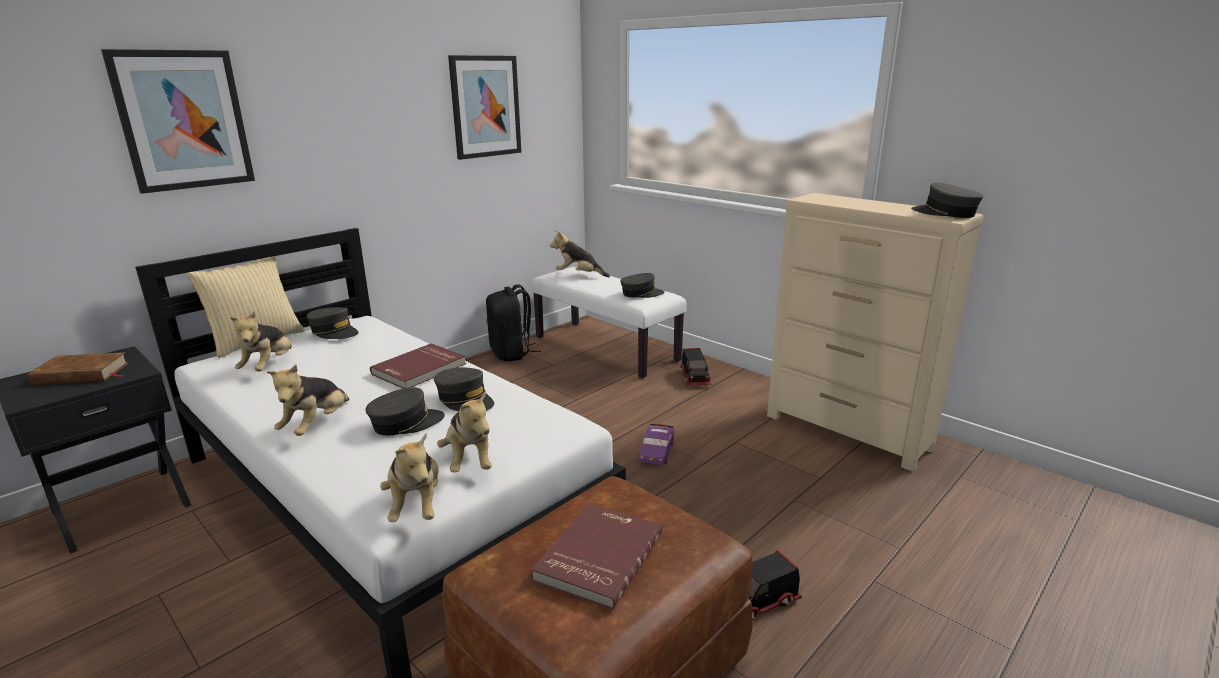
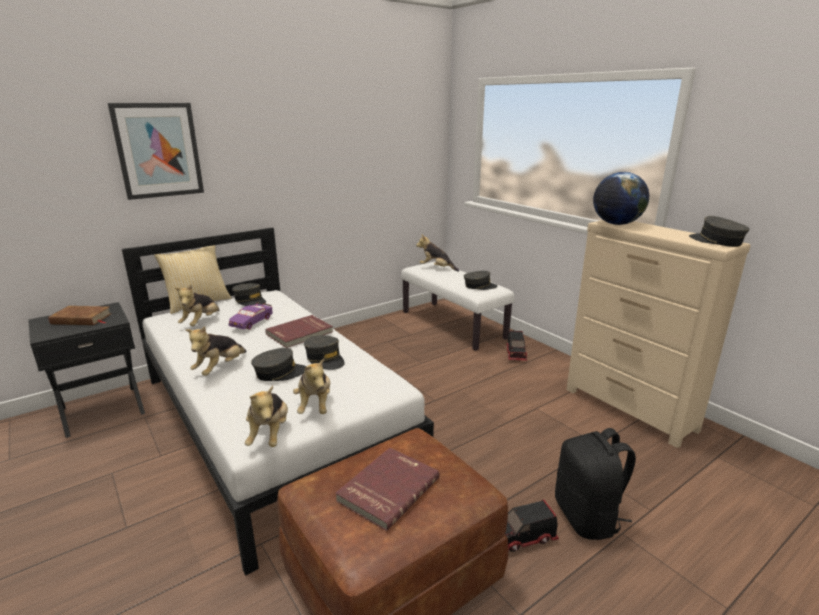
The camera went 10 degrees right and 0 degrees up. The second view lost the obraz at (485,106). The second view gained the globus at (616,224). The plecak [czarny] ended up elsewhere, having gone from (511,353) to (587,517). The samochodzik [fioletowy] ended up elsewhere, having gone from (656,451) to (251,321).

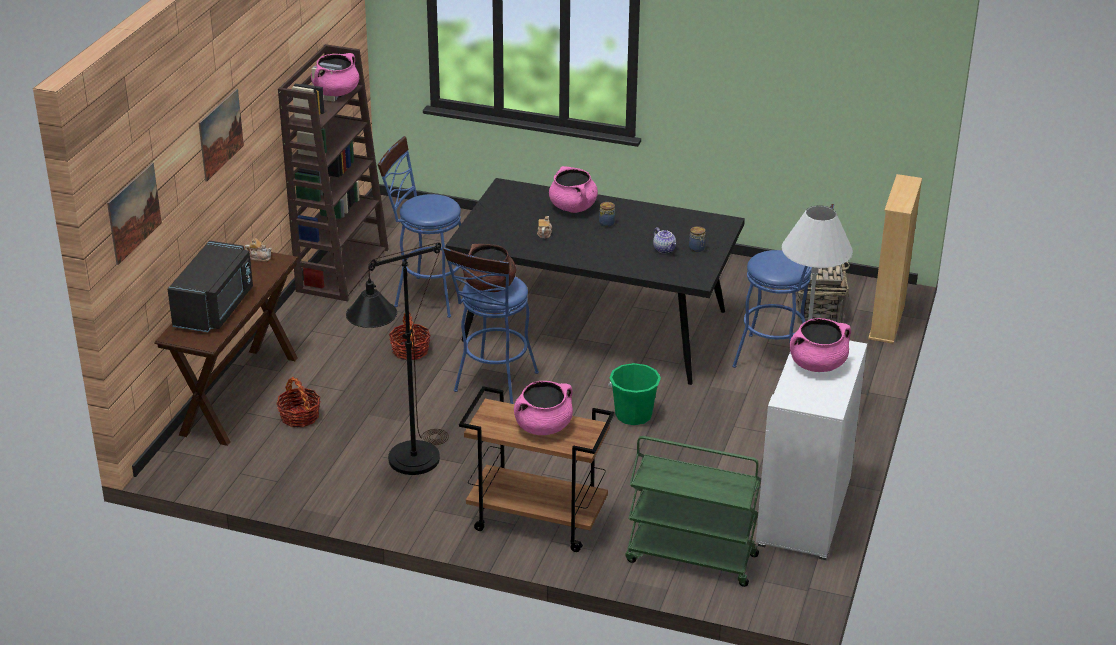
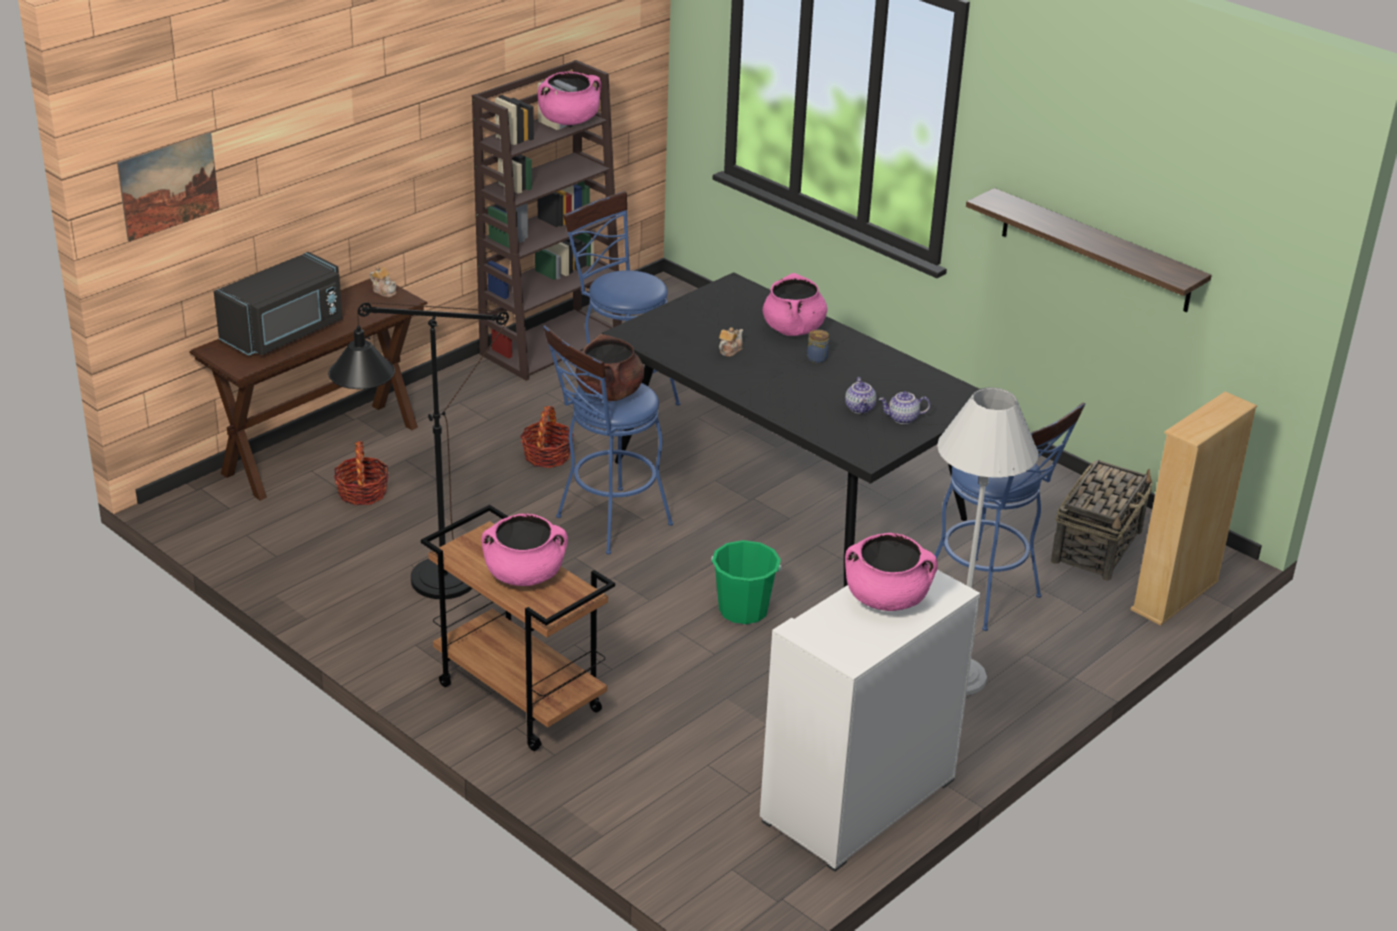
The camera went 25 degrees right and 0 degrees up. The second view lost the obraz at (220,134). The second view lost the wózek [zielony] at (690,558). The second view gained the półka at (1095,251). Where the słoik stood at (697,249), the imbryk came to stand at (902,419).

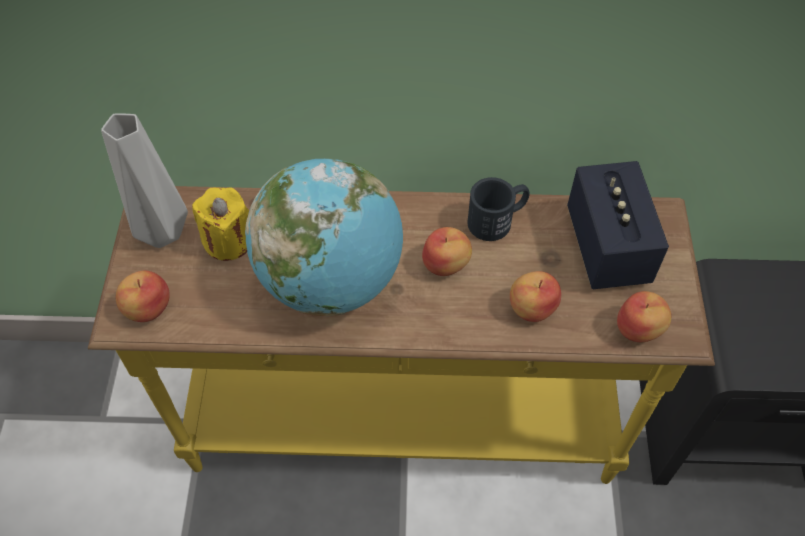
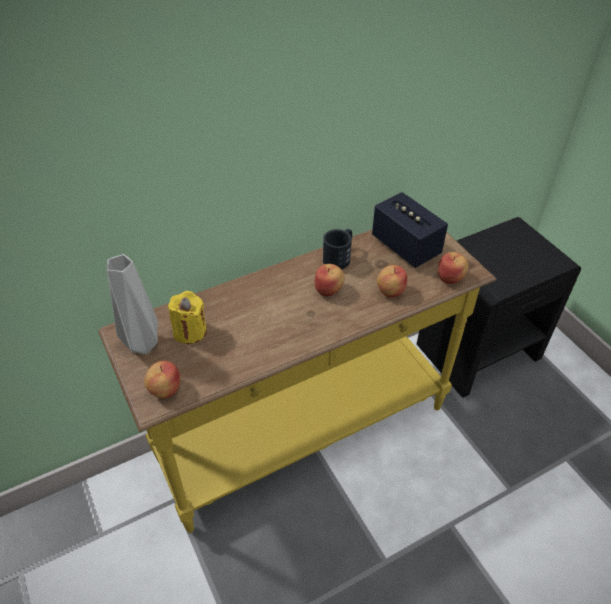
The camera went 30 degrees left and 10 degrees down. The second view lost the globus at (331,280).

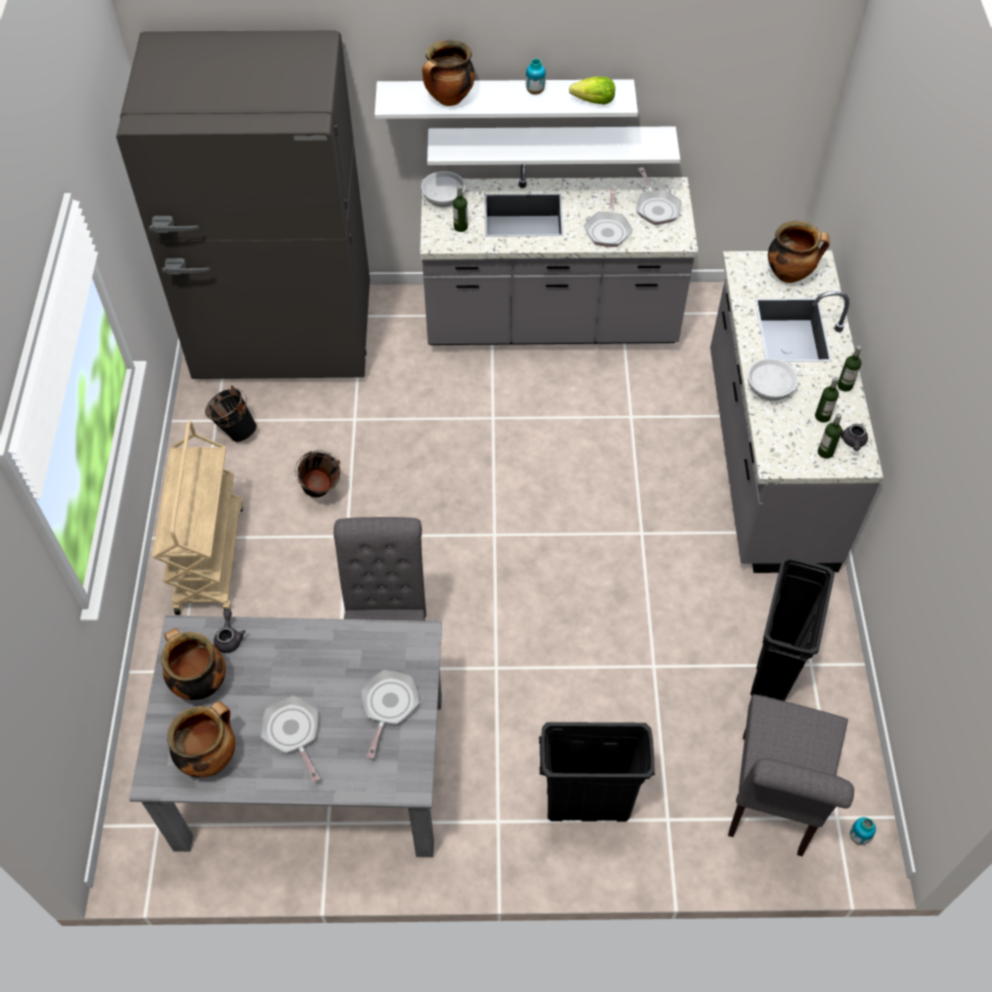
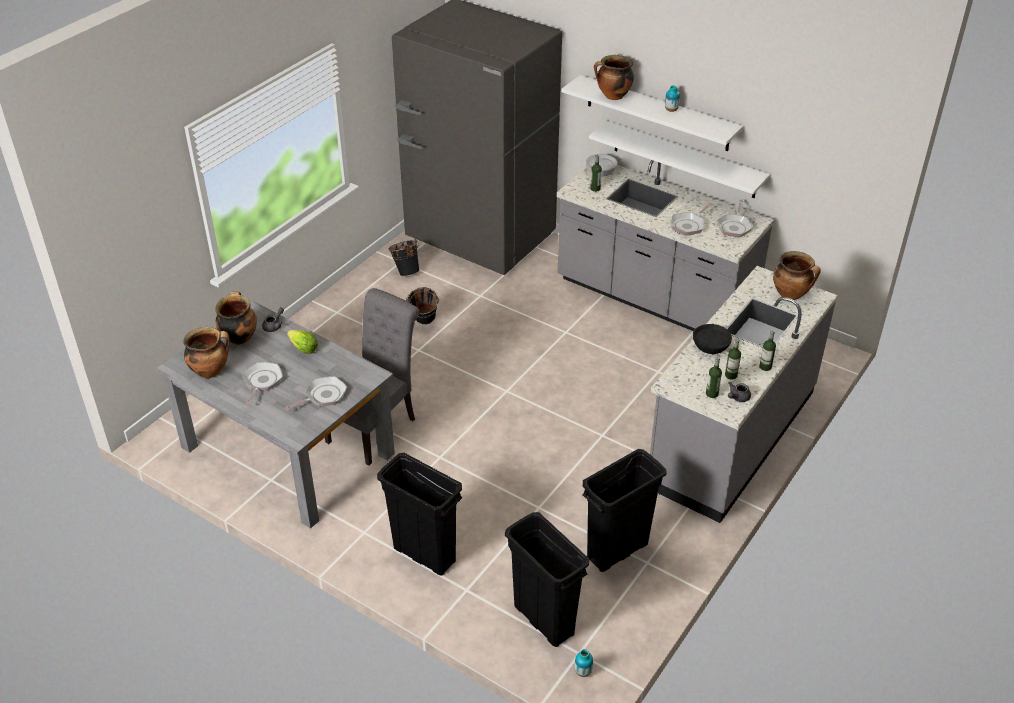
The camera went 35 degrees right and 15 degrees down. The second view lost the wózek [beżowy] at (209,557). The sałata ended up elsewhere, having gone from (594,102) to (303,349). Where the krzesło [szary] stood at (772,802), the kosz na śmieci [czarny] came to stand at (543,620). What was the miska [biały] at (770,386) turned into the miska [czarny] at (711,345).

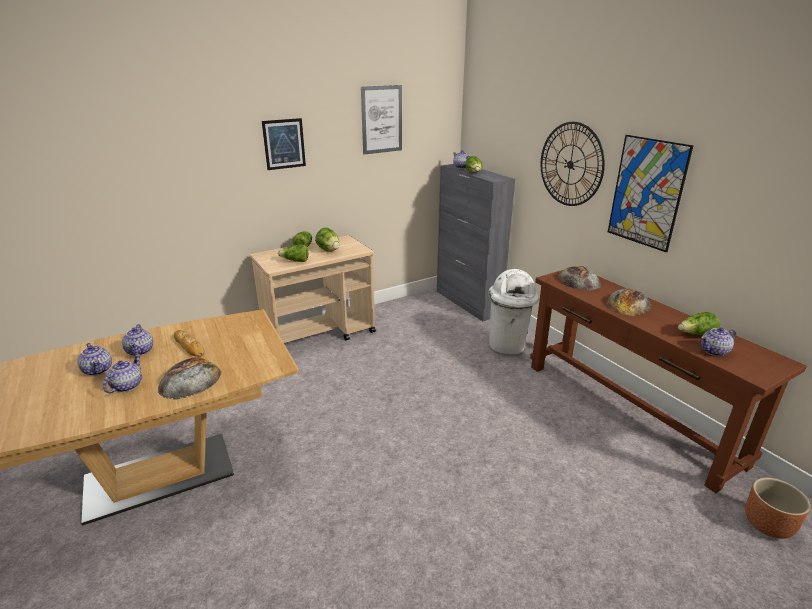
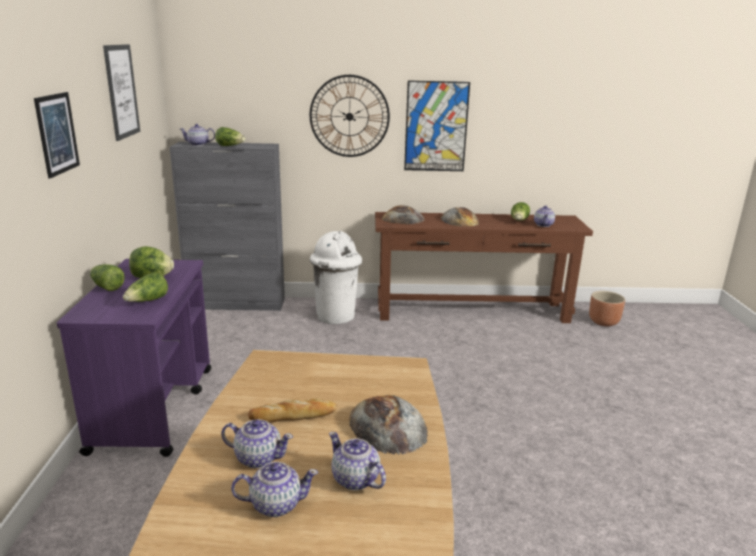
The camera went 60 degrees left and 5 degrees down. What was the wózek [beżowy] at (320,334) turned into the wózek [fioletowy] at (154,407).

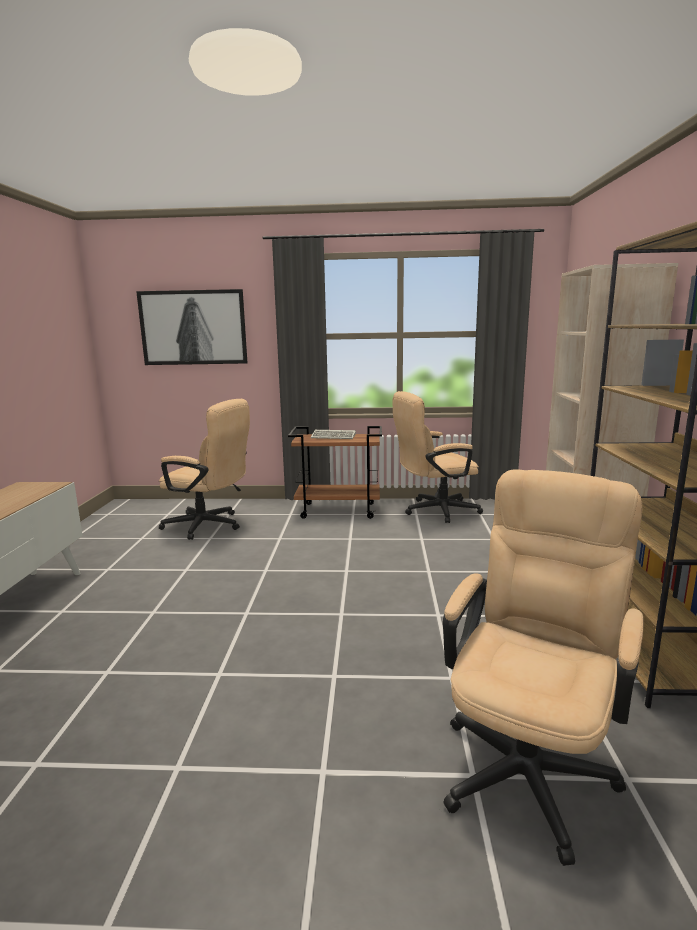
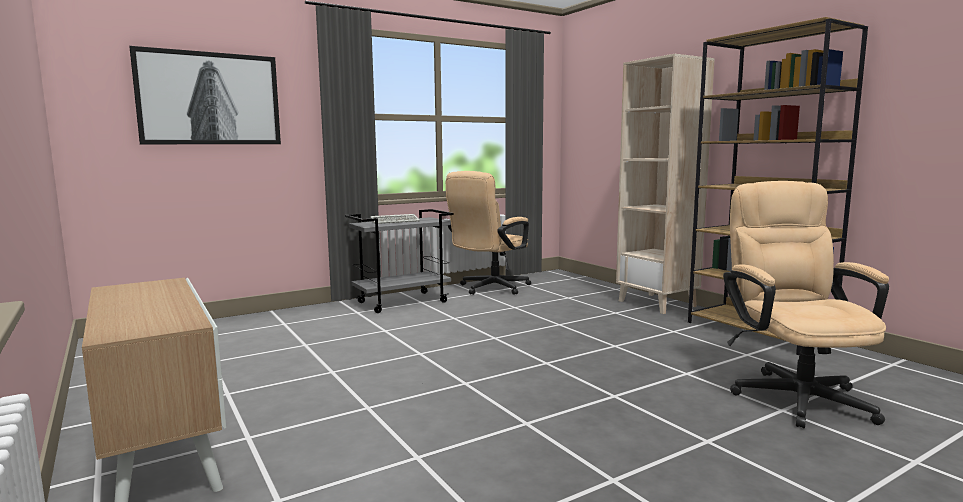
The camera went 35 degrees left and 5 degrees down. The second view lost the krzesło biurowe [beżowy] at (209,526). What was the wózek [brązowy] at (339,510) turned into the wózek [szary] at (403,302).

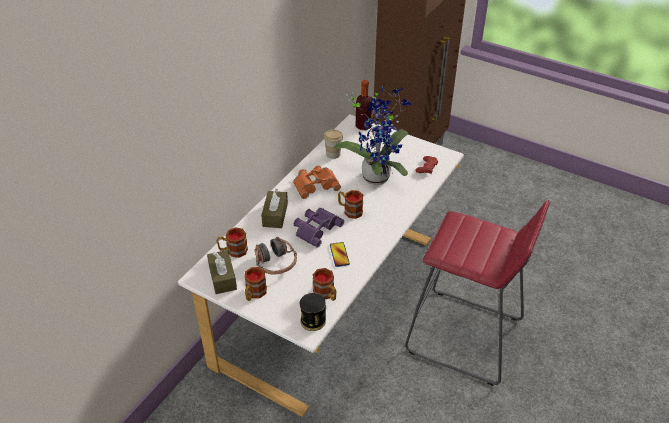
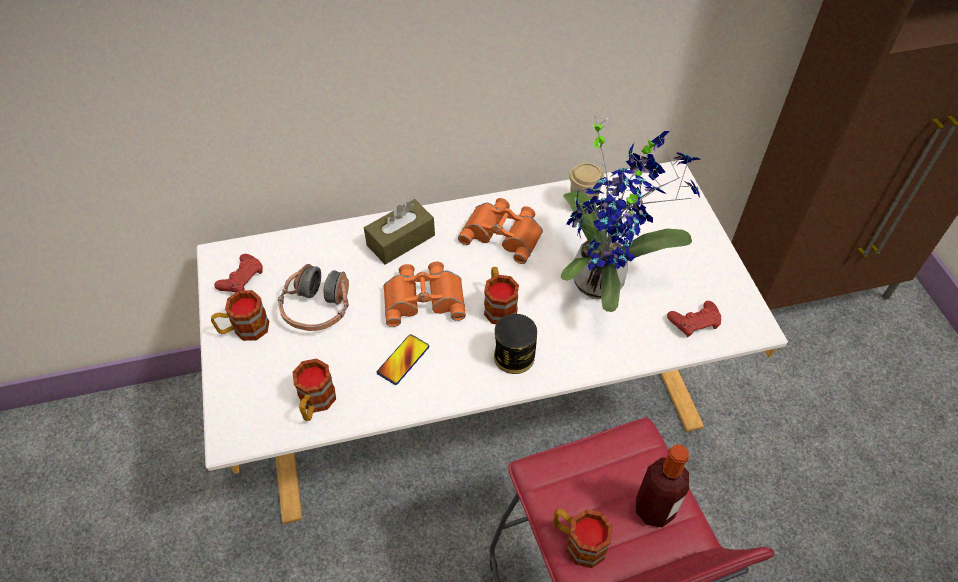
The camera went 45 degrees right and 10 degrees up. The kubek ended up elsewhere, having gone from (233,251) to (578,542). The puszka ended up elsewhere, having gone from (313,321) to (514,356). The butelka ended up elsewhere, having gone from (363,126) to (654,509). Where the pudełko chusteczek [brązowy] stood at (222,277), the pad do gier [czerwony] came to stand at (241,278). What was the lornetka [fioletowy] at (316,228) turned into the lornetka [pomarańczowy] at (424,297).

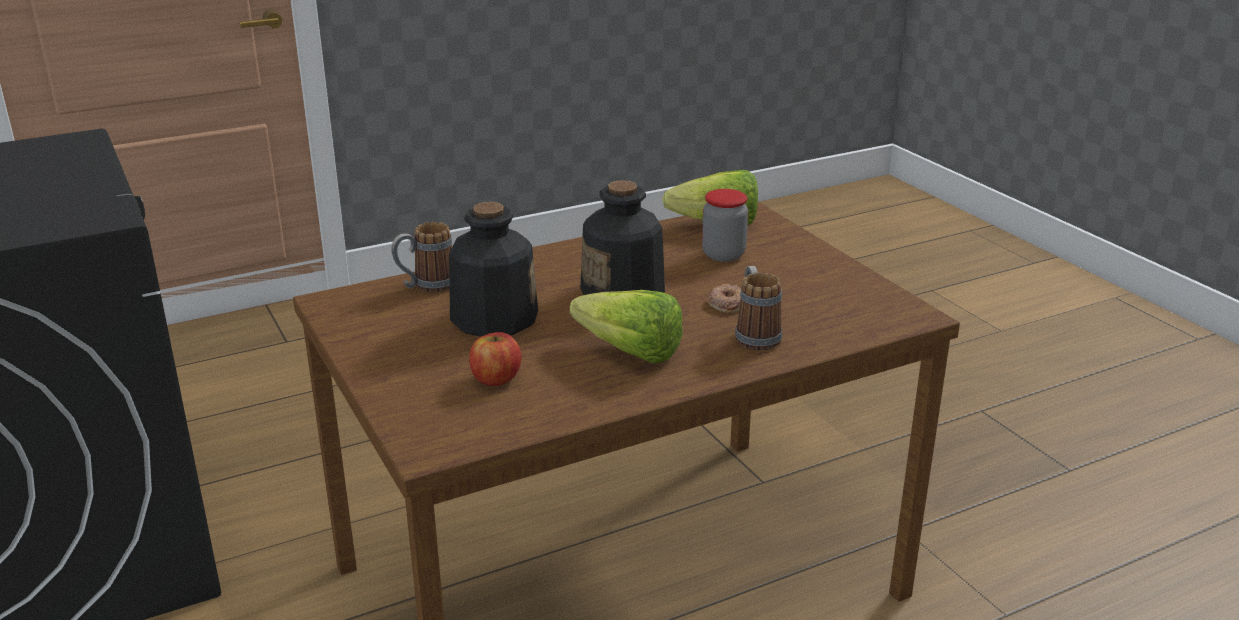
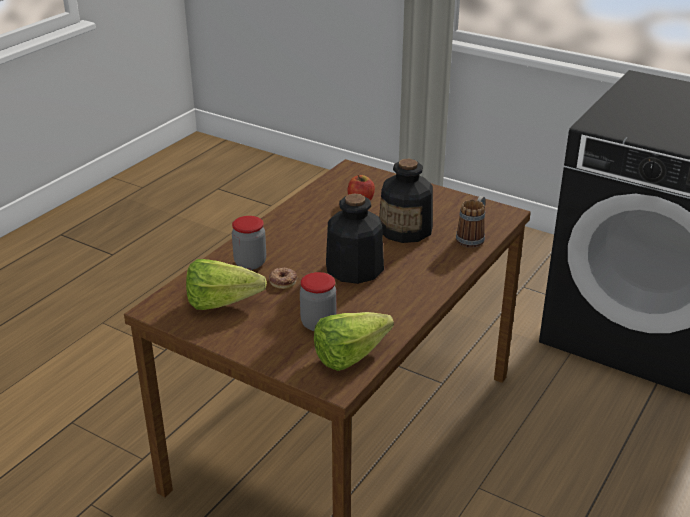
The camera went 150 degrees right and 5 degrees up. The sałata ended up elsewhere, having gone from (623,349) to (228,303). Where the kubek stood at (755,334), the słoik came to stand at (250,263).

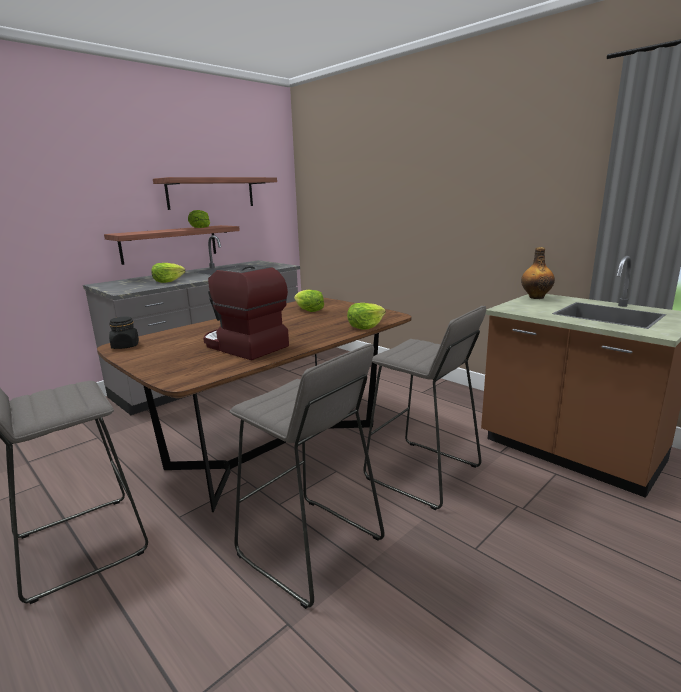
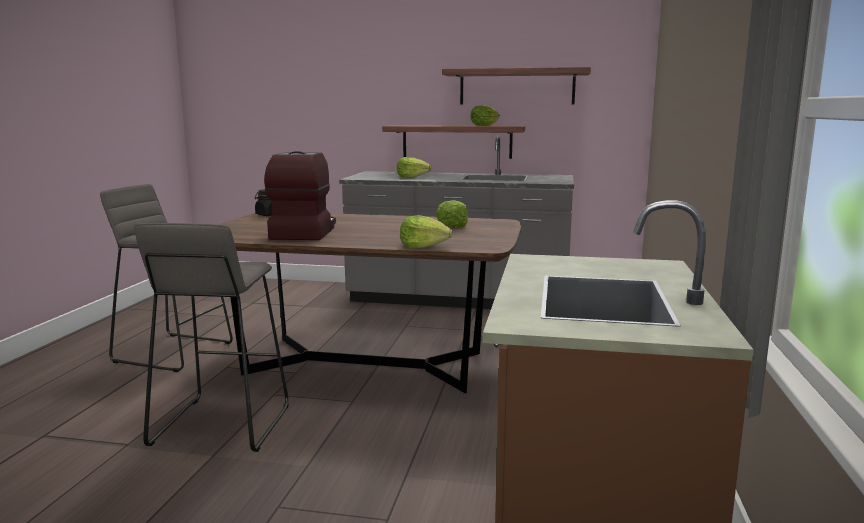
The camera went 55 degrees right and 5 degrees down. The second view lost the stołek [szary] at (422,473). The second view lost the butelka at (536,297).

